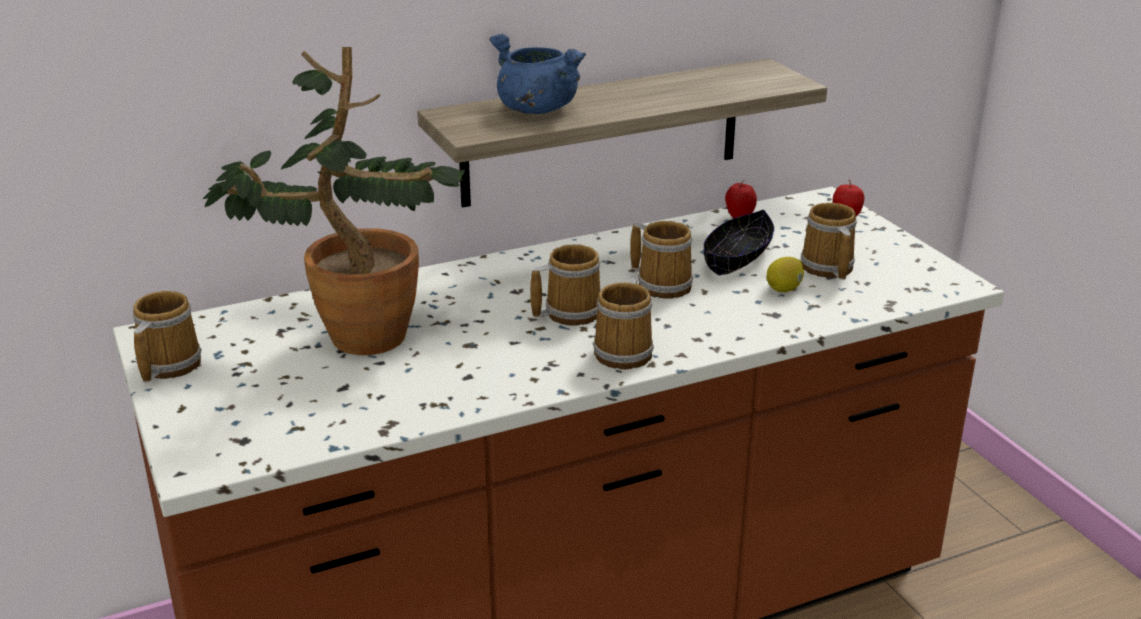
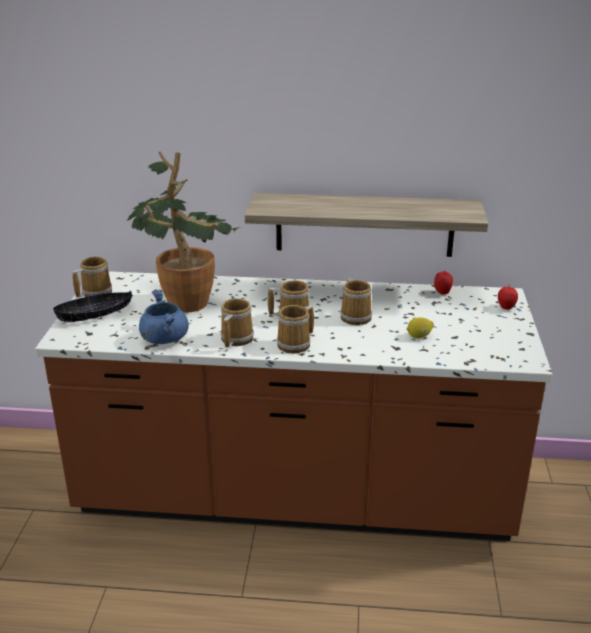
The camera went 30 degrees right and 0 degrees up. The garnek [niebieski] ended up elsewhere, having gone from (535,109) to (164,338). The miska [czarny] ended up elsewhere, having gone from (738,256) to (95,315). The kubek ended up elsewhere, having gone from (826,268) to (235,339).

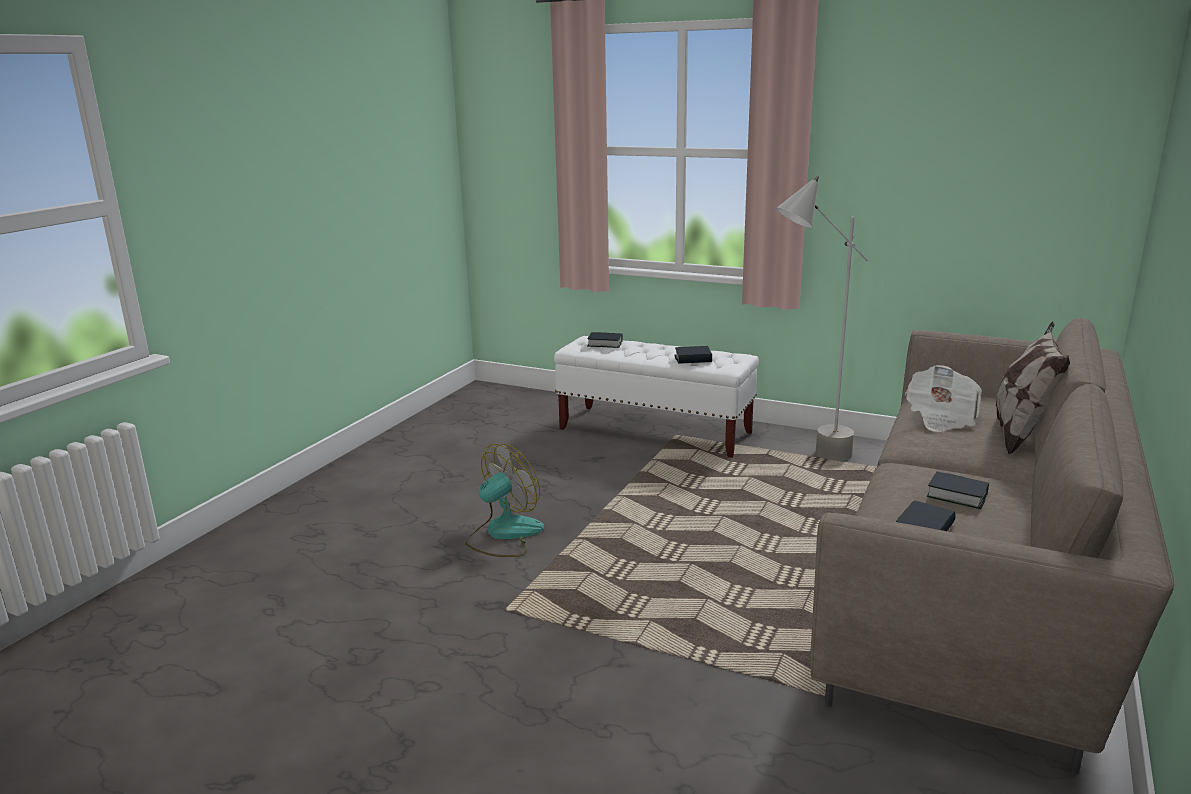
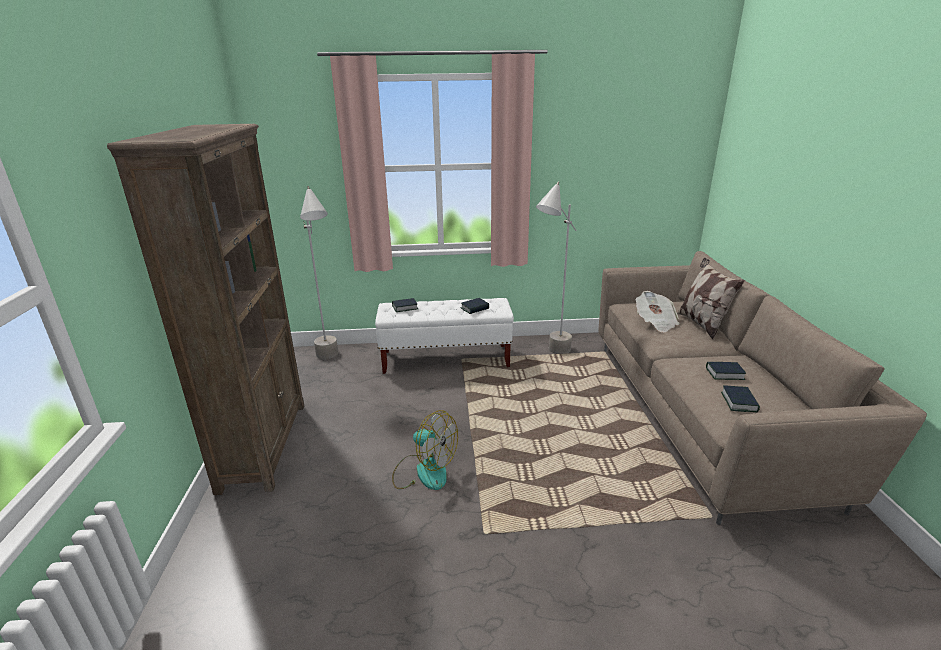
The camera went 30 degrees left and 5 degrees up. The second view gained the regał [brązowy] at (264,444). The second view gained the lampa stojąca [szary] at (331,361). The wentylator at (504,534) ended up facing another way, 105 degrees clockwise from before.

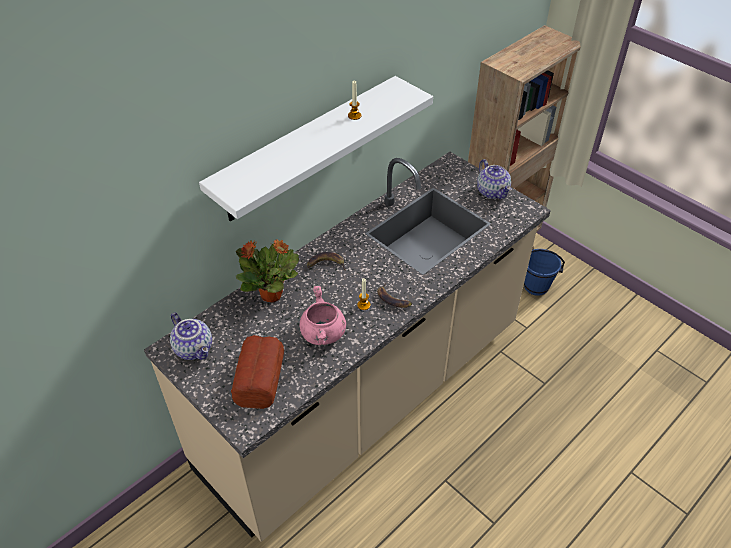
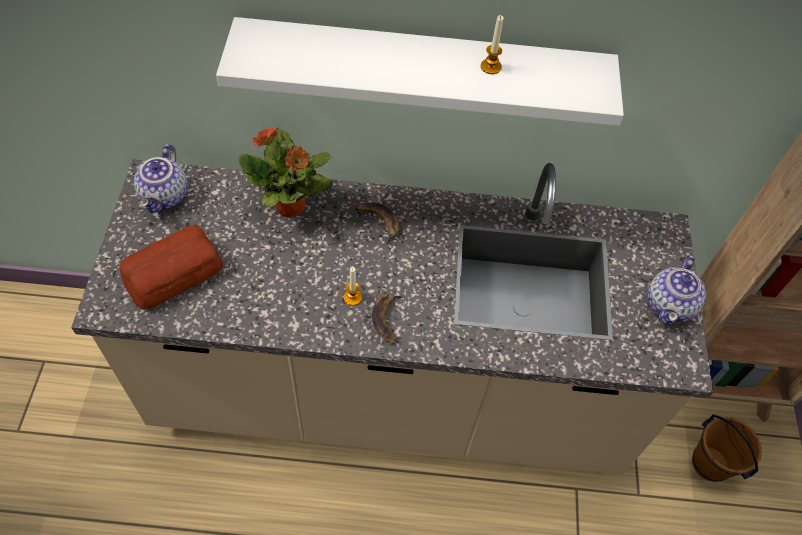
The camera went 45 degrees right and 10 degrees up. The second view lost the garnek [różowy] at (323,334). What was the wiadro [niebieski] at (536,286) turned into the wiadro [brązowy] at (710,463).

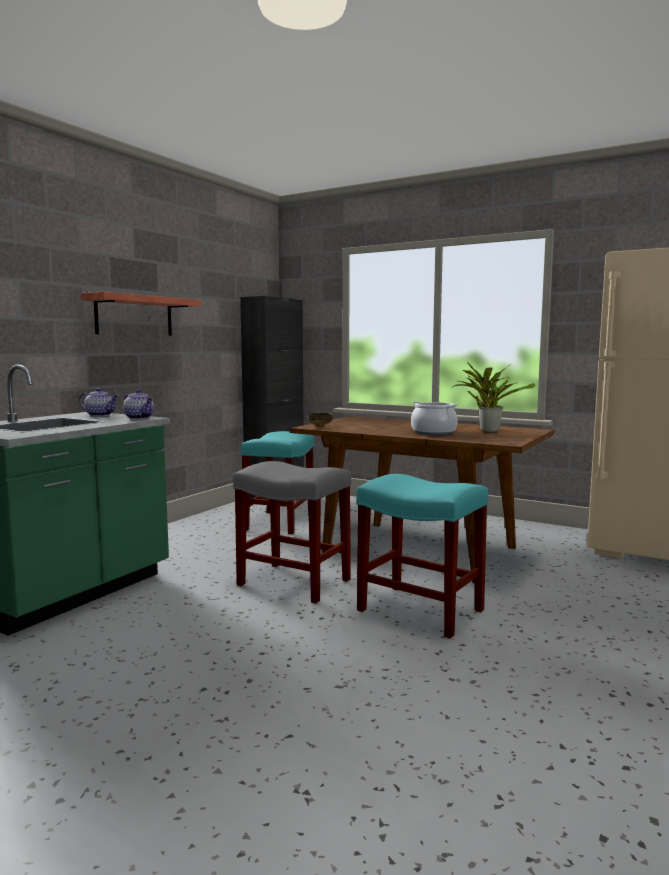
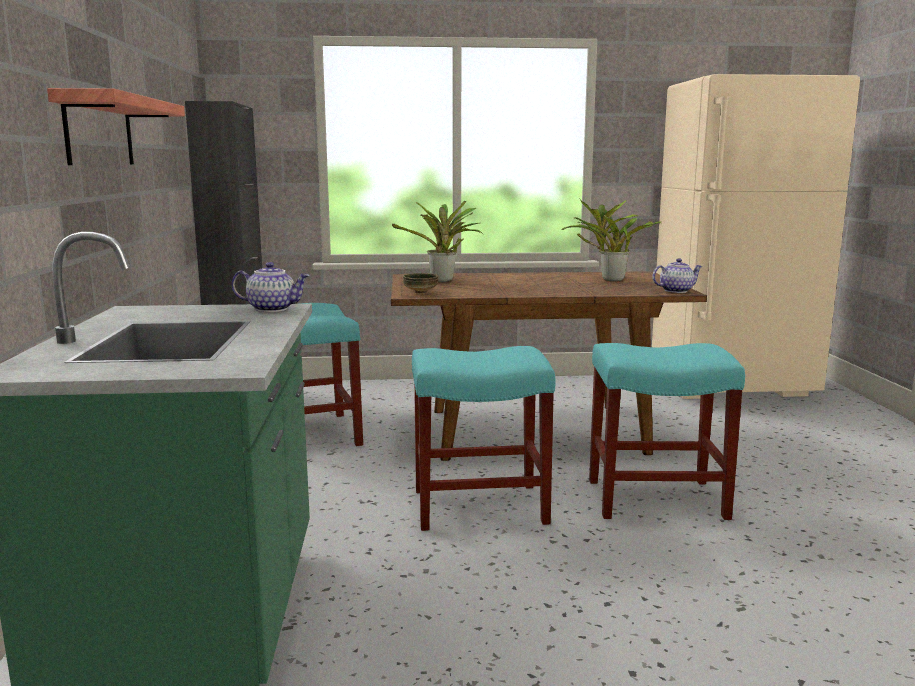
The camera went 35 degrees left and 5 degrees up. The second view lost the garnek at (433,432). The second view gained the roślina doniczkowa at (443,281). The imbryk ended up elsewhere, having gone from (100,415) to (676,291). What was the stołek [szary] at (292,582) turned into the stołek [turkusowy] at (477,506).

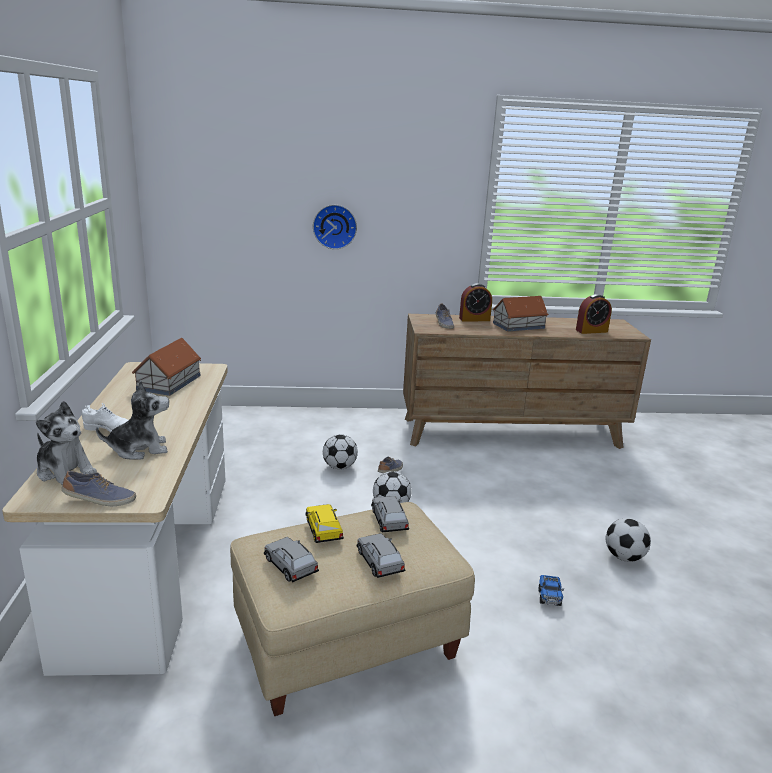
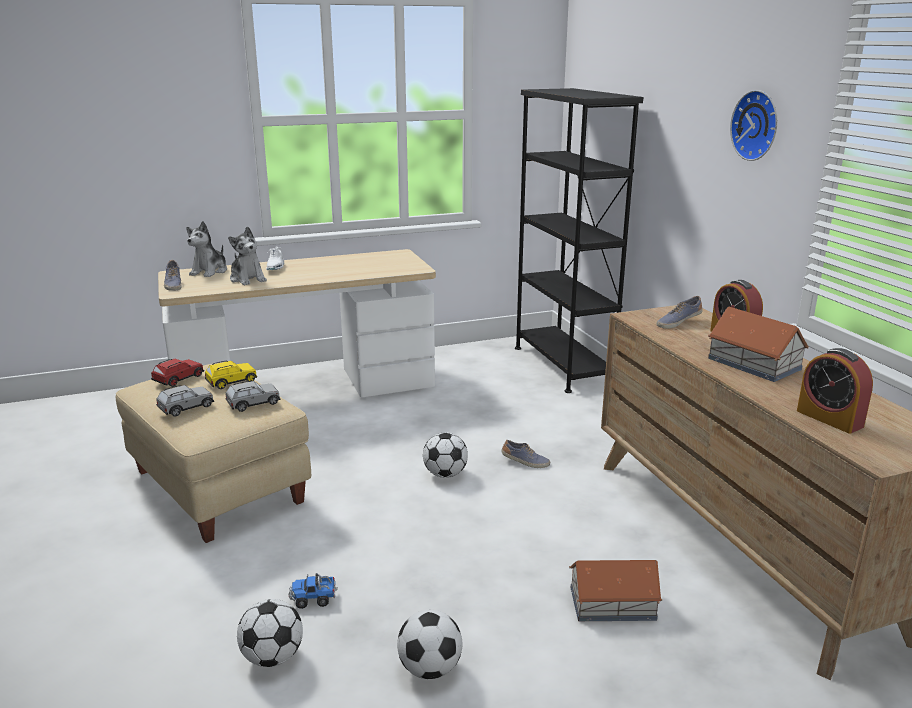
The camera went 75 degrees right and 0 degrees up. The second view gained the regał [czarny] at (562,365). The domek ended up elsewhere, having gone from (170,382) to (613,603). The zegar ścienny ended up elsewhere, having gone from (334,226) to (757,125). The piłka futbolowa ended up elsewhere, having gone from (339,467) to (273,657). What was the samochodzik [szary] at (290,566) turned into the samochodzik [czerwony] at (178,379).

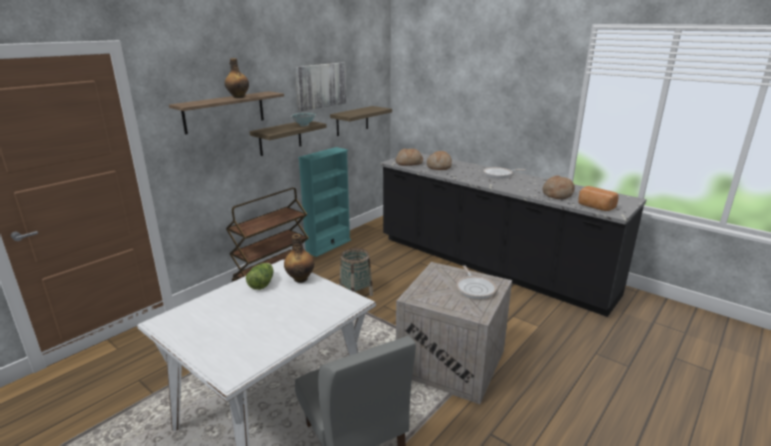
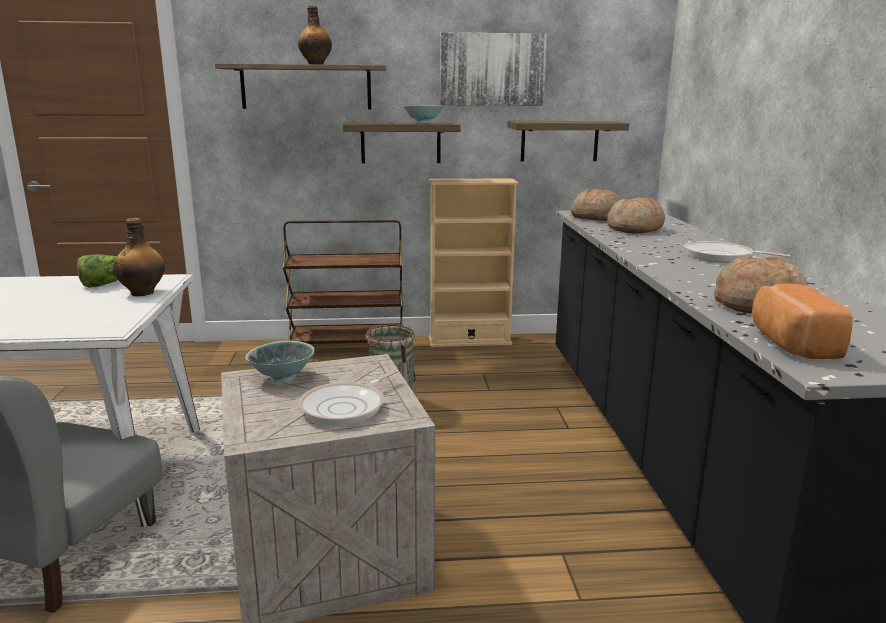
The camera went 45 degrees right and 5 degrees down. The second view gained the miska at (283,378). What was the regał [turkusowy] at (328,246) turned into the regał [beżowy] at (469,341).

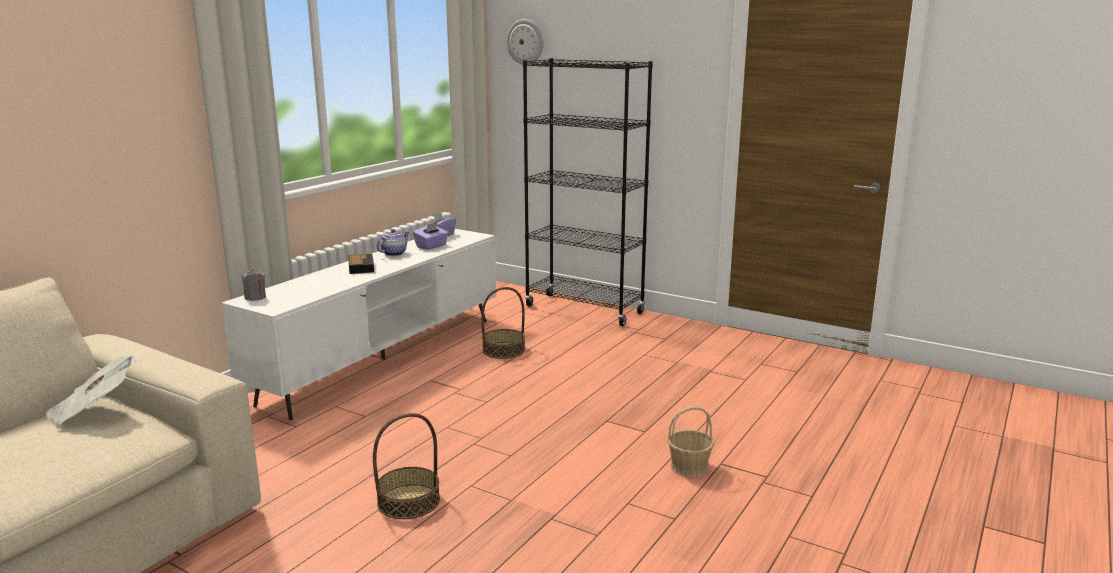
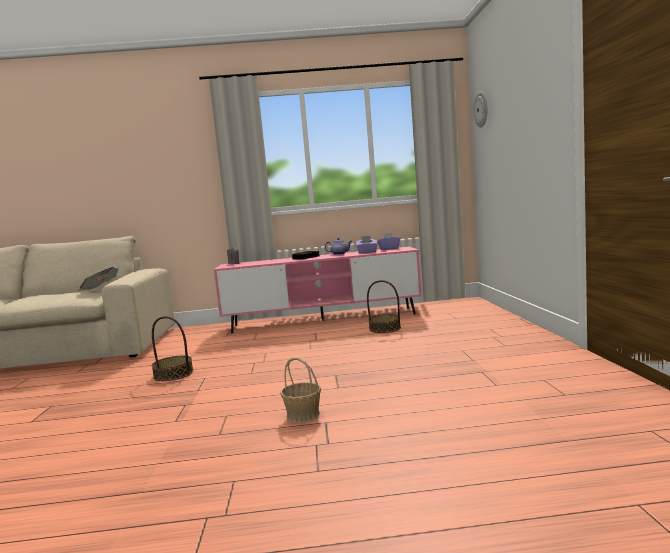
The camera went 55 degrees right and 10 degrees down. The second view lost the regał [czarny] at (584,310). What was the szafka pod telewizor [biały] at (384,359) turned into the szafka pod telewizor [różowy] at (322,320).

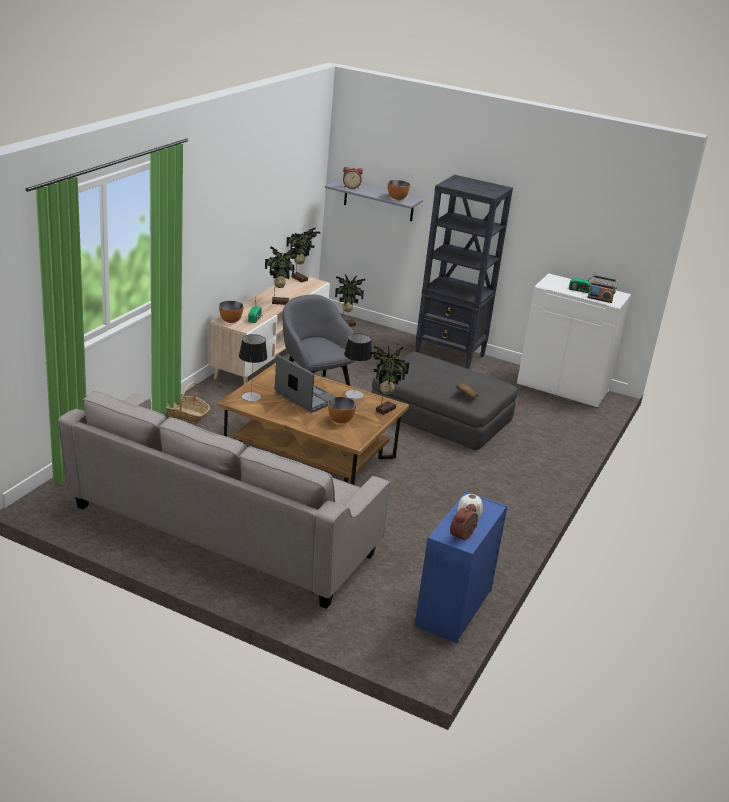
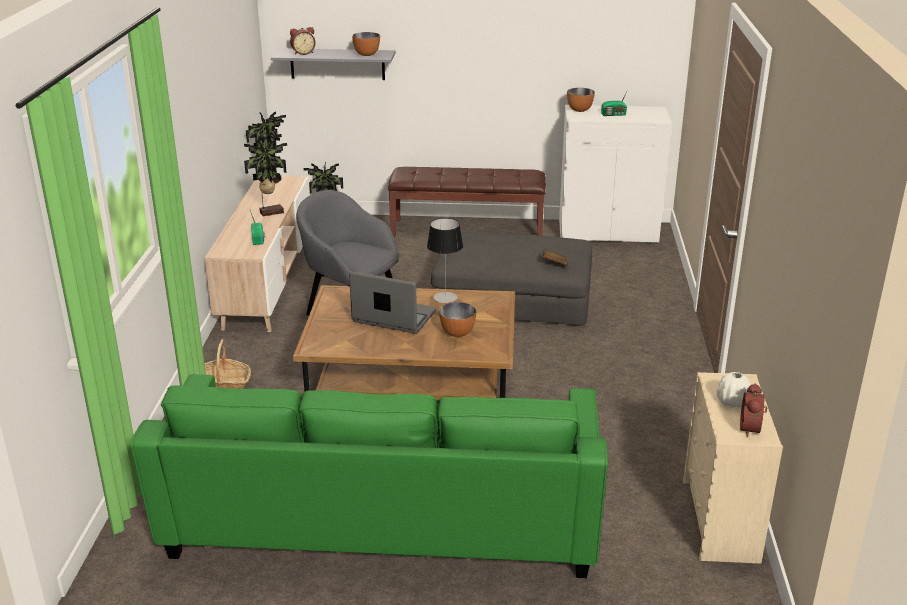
The camera went 20 degrees left and 0 degrees up. The second view lost the lampa stołowa at (251,397). The second view lost the roślina doniczkowa at (384,409). The second view lost the radio at (599,299). The miska ended up elsewhere, having gone from (230,321) to (580,110). Where the regał [czarny] stood at (450,356), the ławka [brązowy] came to stand at (467,229). What was the kanapa [szary] at (222,531) turned into the kanapa [zielony] at (382,522). What was the komoda [niebieski] at (453,609) turned into the komoda [beżowy] at (720,521).

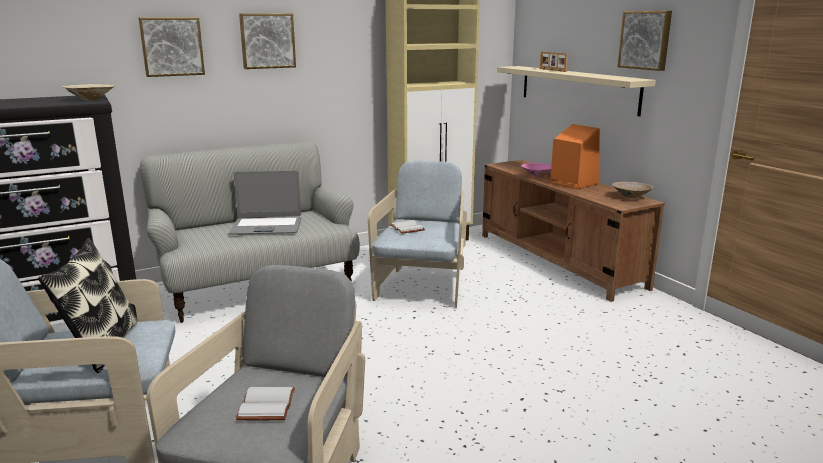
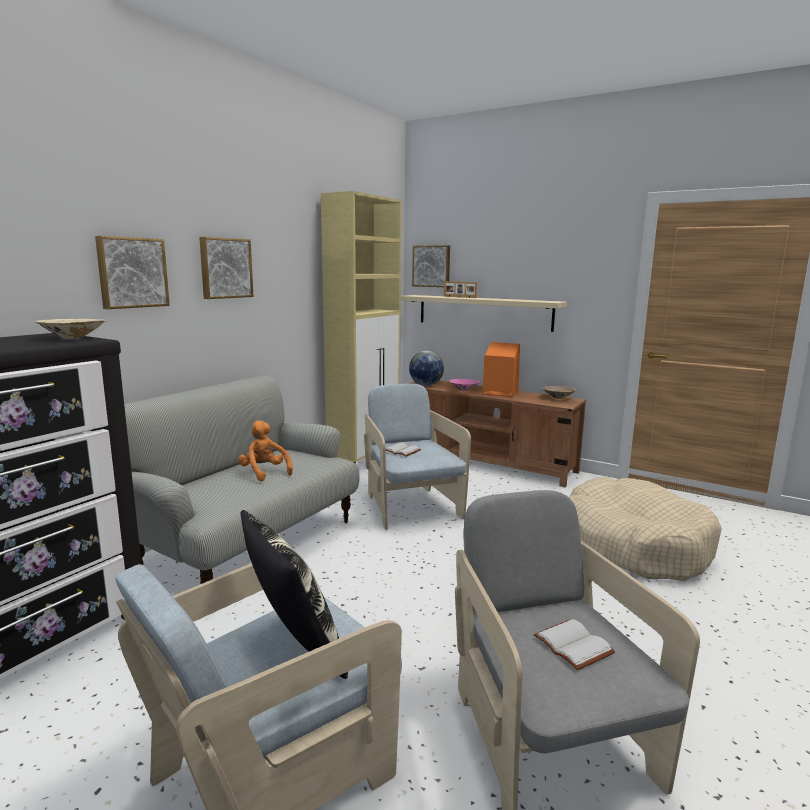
The camera went 30 degrees left and 5 degrees down. The second view gained the globus at (426,385). The second view gained the legowisko [beżowy] at (634,544). The obraz ended up elsewhere, having gone from (645,40) to (431,266). Where the laptop stood at (266,227), the pluszak [pomarańczowy] came to stand at (264,473).

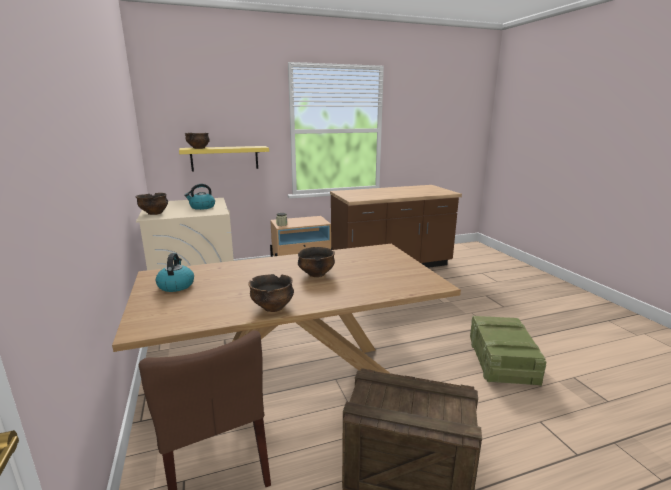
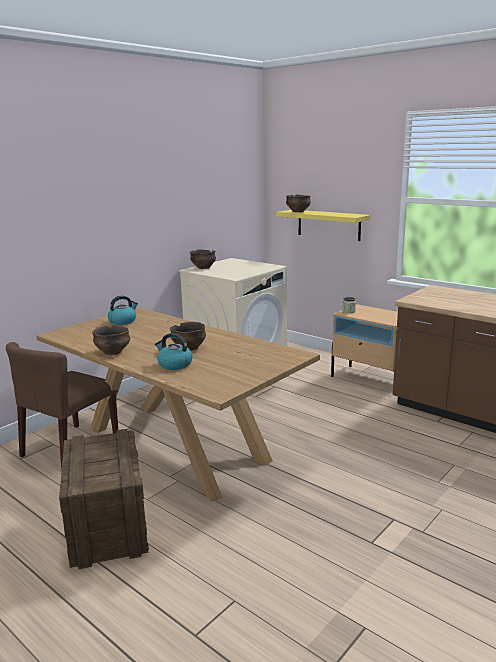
The camera went 60 degrees right and 0 degrees up. The second view lost the skrzynka at (501,361). The czajnik ended up elsewhere, having gone from (202,207) to (174,364).

